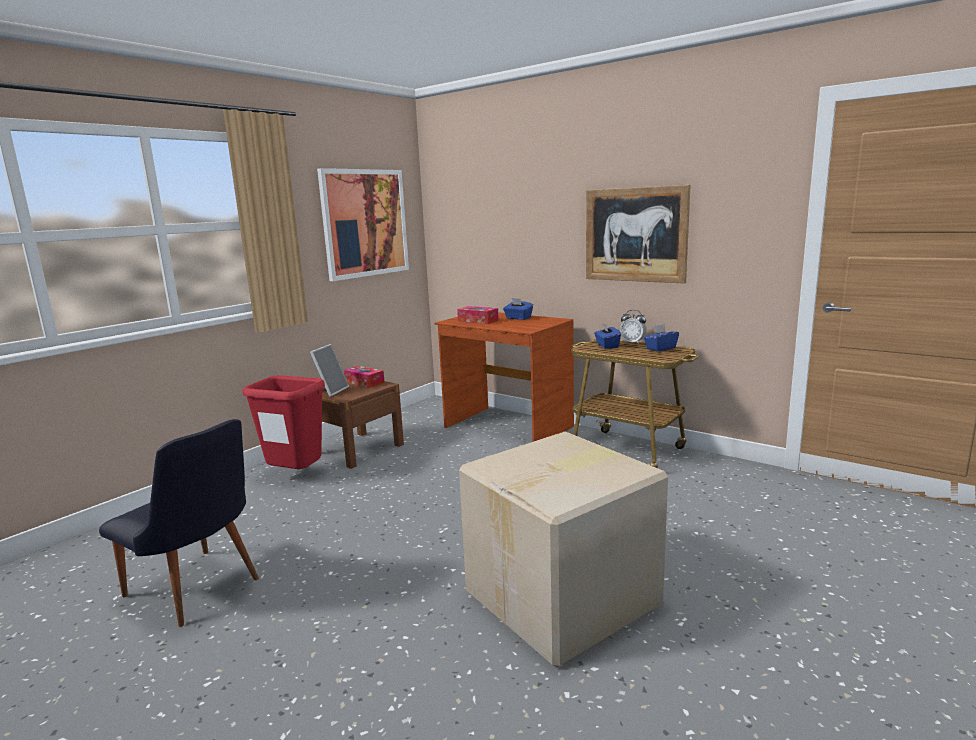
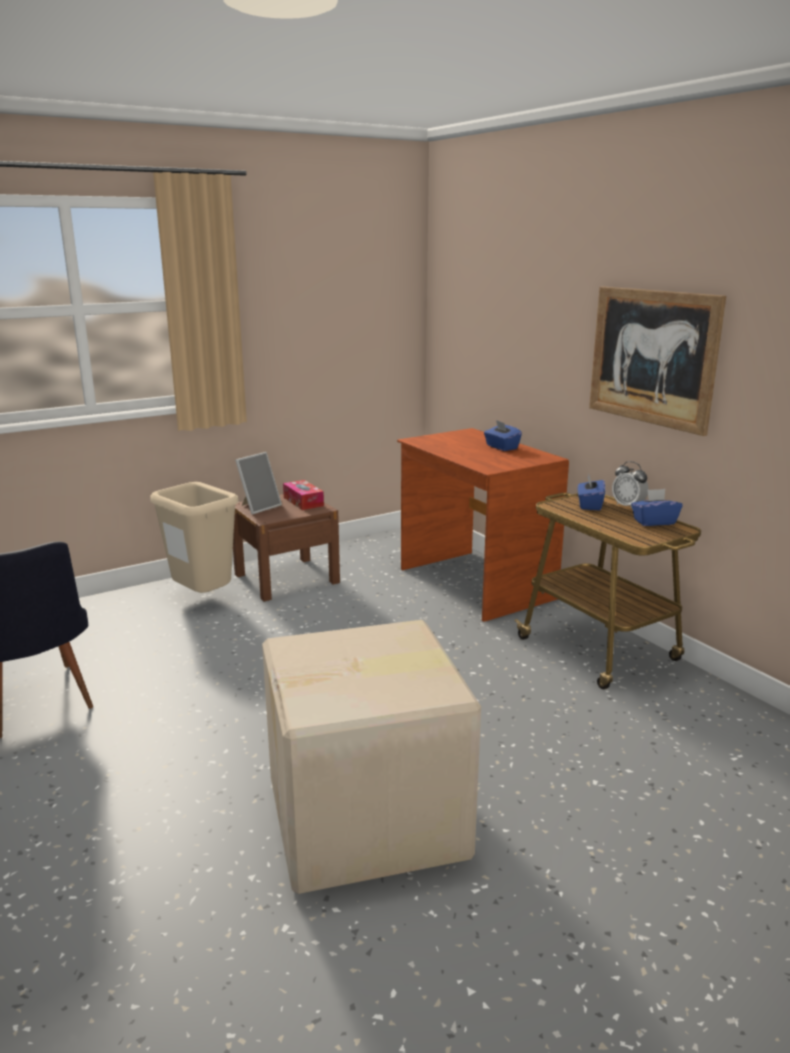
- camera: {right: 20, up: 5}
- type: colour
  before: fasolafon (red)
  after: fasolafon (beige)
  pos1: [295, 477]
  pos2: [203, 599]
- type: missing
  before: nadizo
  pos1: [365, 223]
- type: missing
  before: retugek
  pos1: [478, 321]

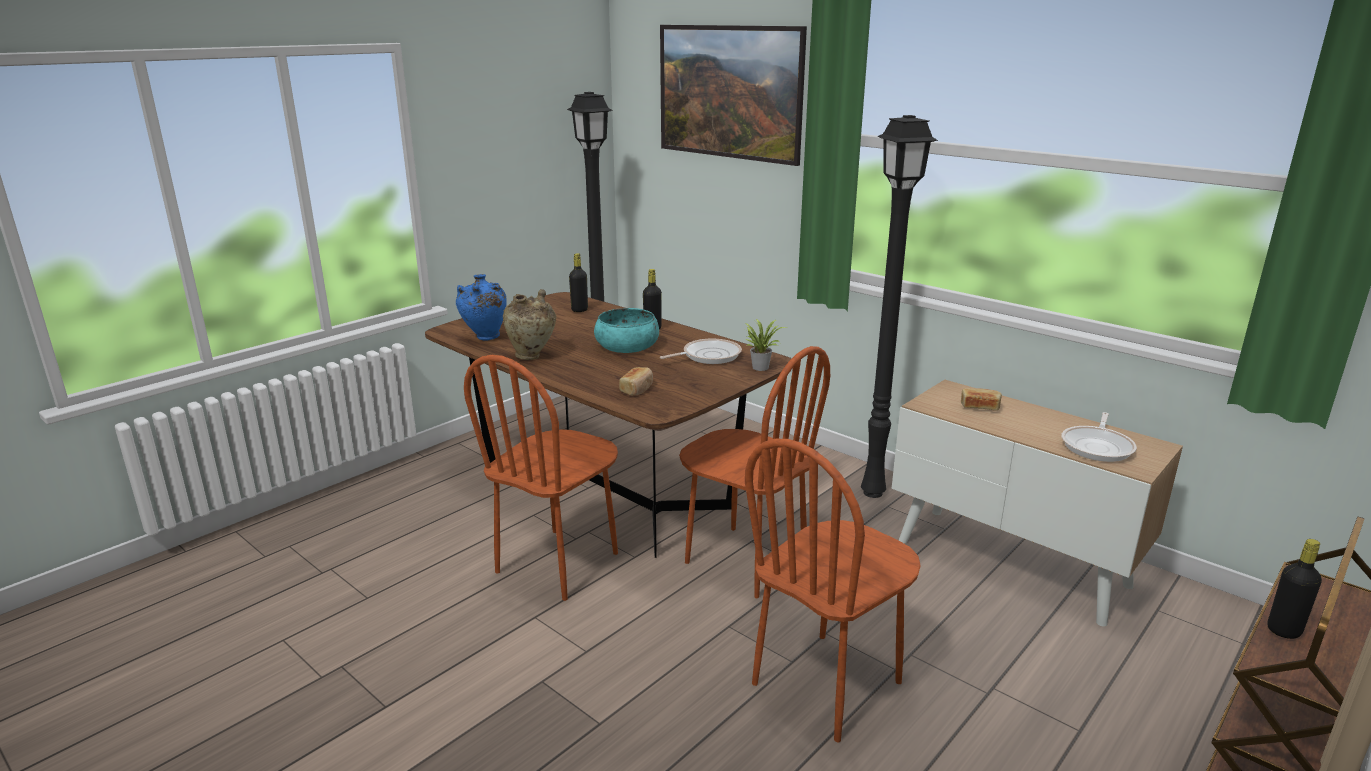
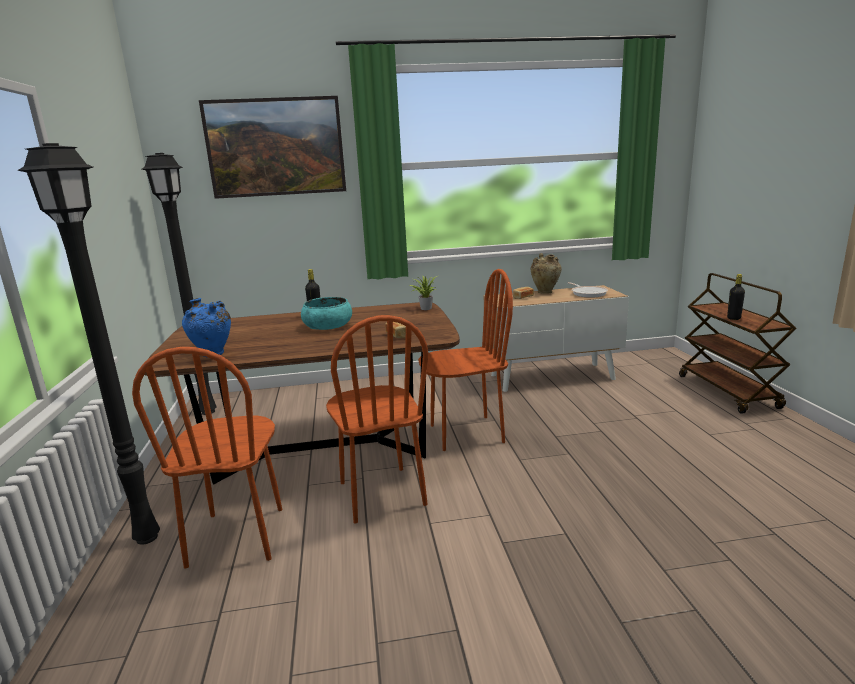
- camera: {right: -50, up: -5}
- type: relocated
  before: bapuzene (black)
  pos1: [875, 493]
  pos2: [149, 537]
- type: relocated
  before: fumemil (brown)
  pos1: [827, 684]
  pos2: [237, 536]
- type: relocated
  before: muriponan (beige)
  pos1: [532, 356]
  pos2: [545, 292]
- type: missing
  before: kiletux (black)
  pos1: [579, 310]
- type: missing
  before: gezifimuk
  pos1: [708, 356]

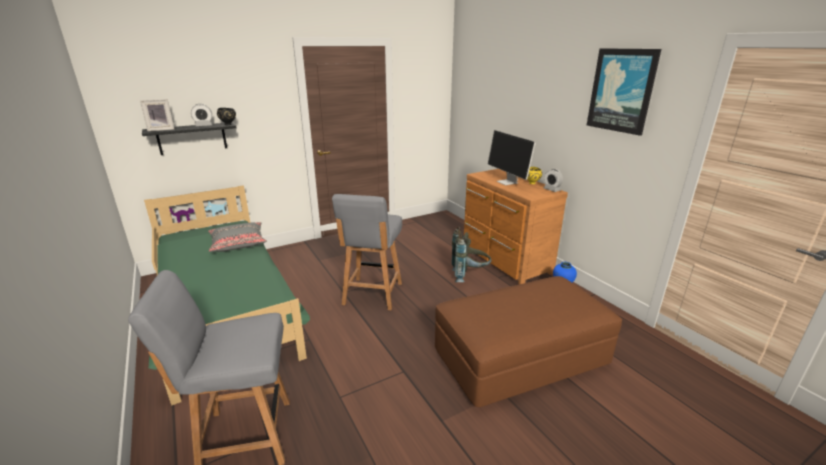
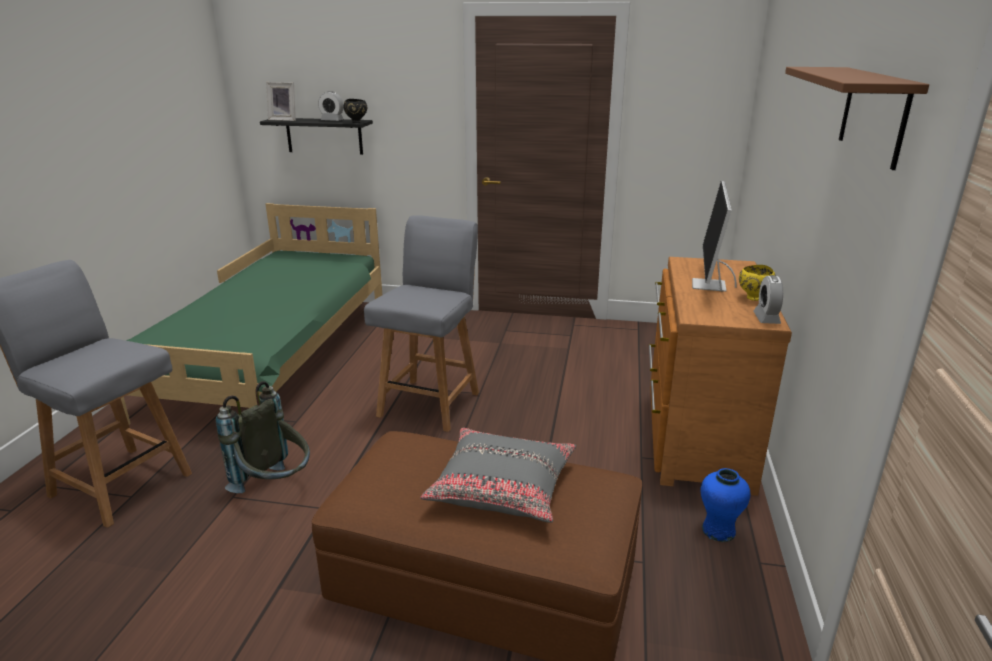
- camera: {right: 40, up: 0}
- type: relocated
  before: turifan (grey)
  pos1: [469, 276]
  pos2: [275, 488]
- type: spun
  before: fumemil (grey)
  pos1: [372, 294]
  pos2: [430, 403]
  turn: 150
- type: relocated
  before: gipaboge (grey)
  pos1: [238, 243]
  pos2: [502, 486]
- type: exchanged
  before: nadizo
  after: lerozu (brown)
  pos1: [621, 90]
  pos2: [873, 114]

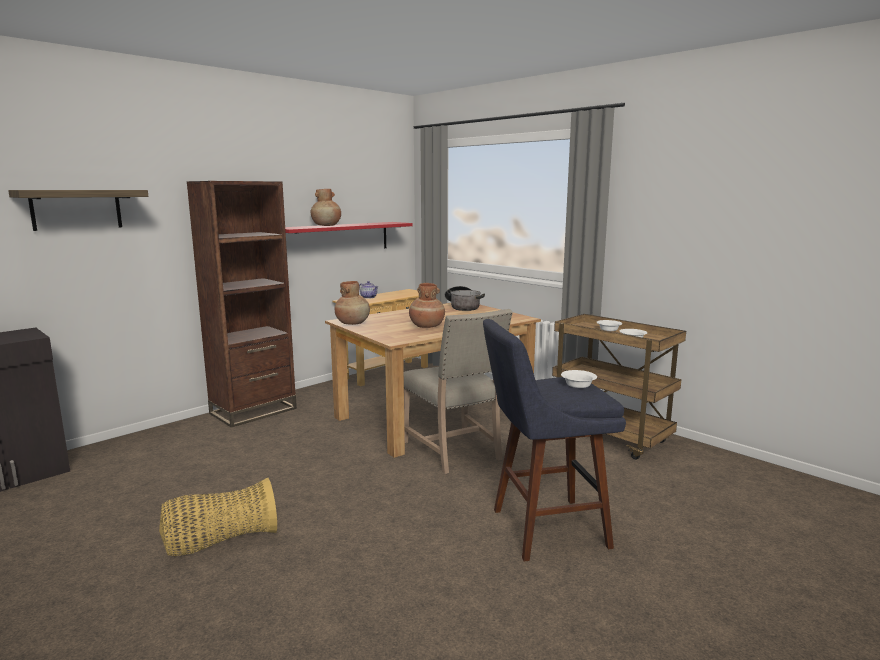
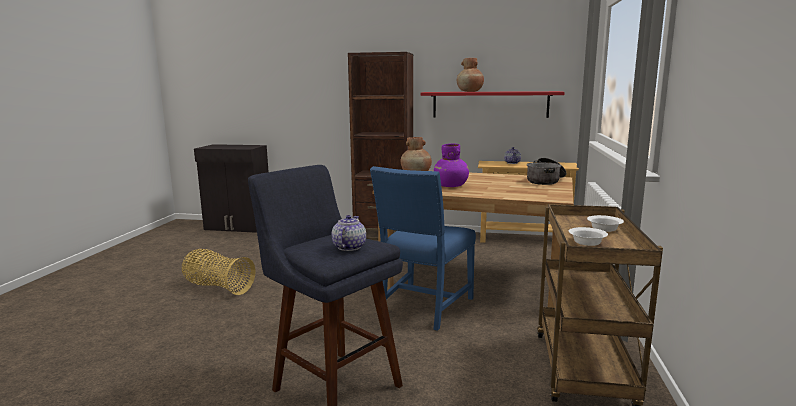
- camera: {right: 55, up: 0}
- type: exchanged
  before: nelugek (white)
  after: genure
  pos1: [578, 385]
  pos2: [348, 247]
- type: colour
  before: fumemil (beige)
  after: fumemil (blue)
  pos1: [454, 451]
  pos2: [423, 307]
- type: colour
  before: muriponan (brown)
  after: muriponan (purple)
  pos1: [426, 326]
  pos2: [451, 186]
- type: missing
  before: lerozu
  pos1: [76, 209]

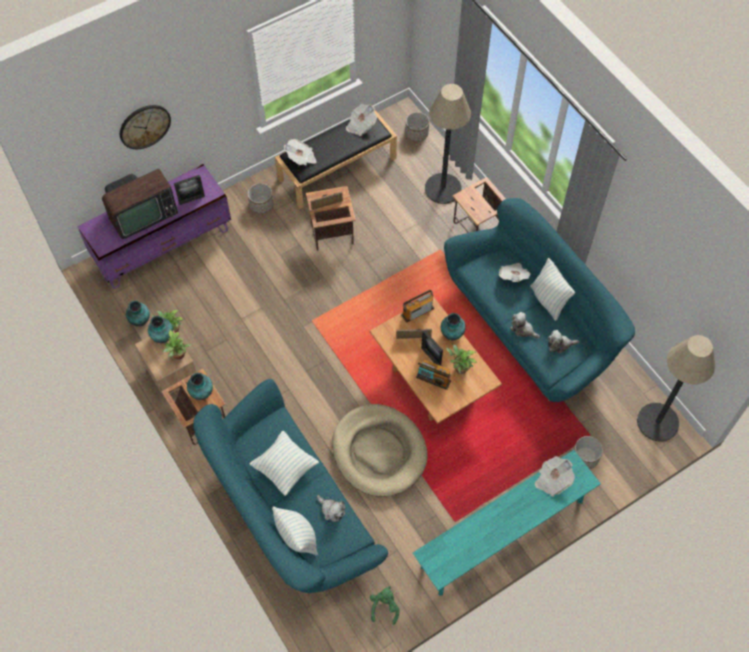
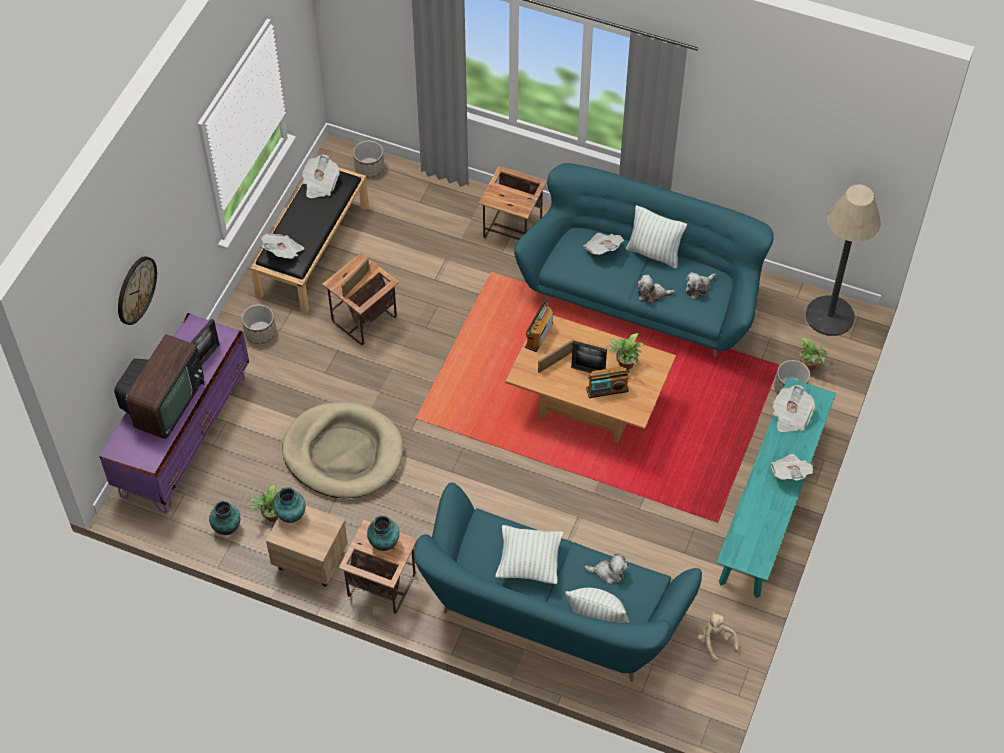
- camera: {right: -35, up: -5}
- type: relocated
  before: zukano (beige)
  pos1: [379, 451]
  pos2: [343, 453]
- type: colour
  before: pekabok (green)
  after: pekabok (beige)
  pos1: [384, 607]
  pos2: [715, 642]
- type: appeared
  after: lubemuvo
  pos2: [790, 473]
- type: relocated
  before: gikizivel
  pos1: [179, 356]
  pos2: [810, 366]
- type: missing
  before: bapuzene
  pos1: [442, 188]
- type: missing
  before: muriponan
  pos1: [451, 335]

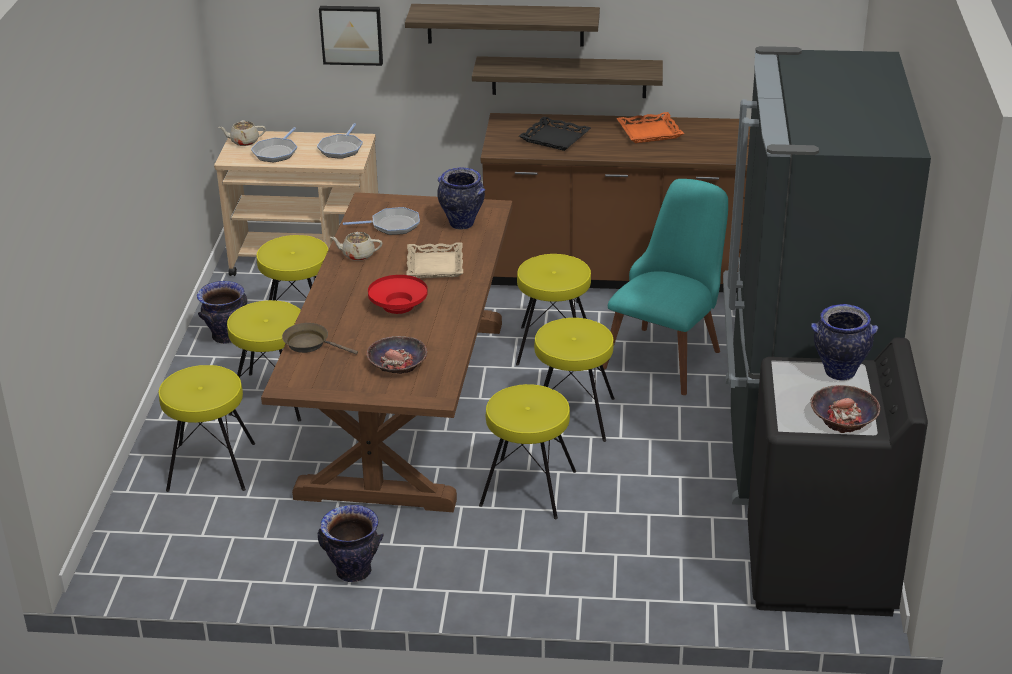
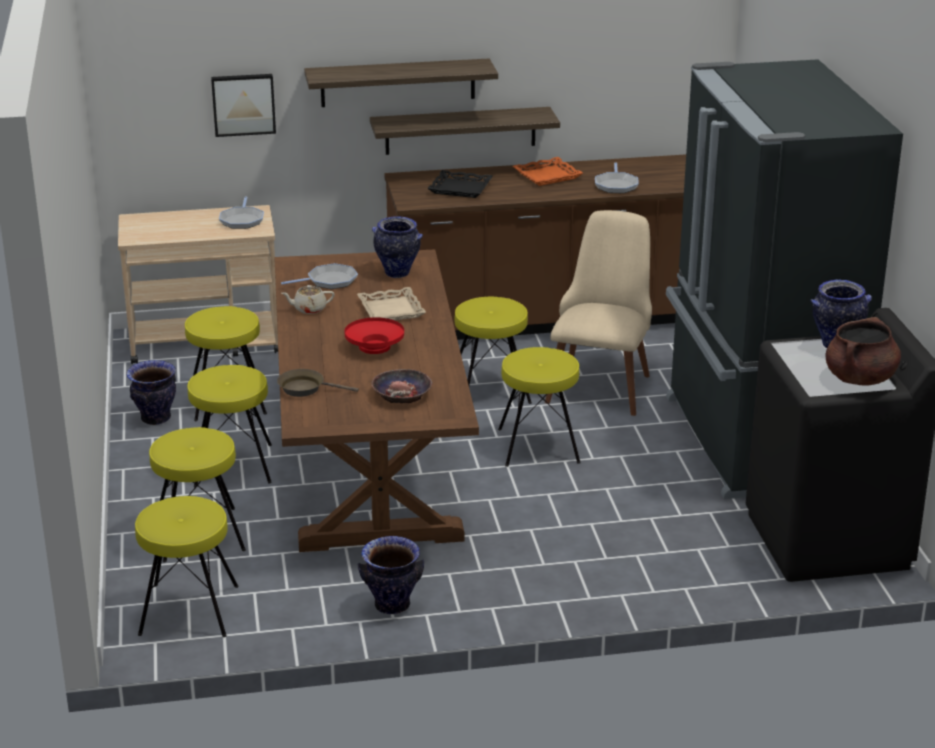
- camera: {right: -15, up: -5}
- type: relocated
  before: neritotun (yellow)
  pos1: [528, 488]
  pos2: [189, 610]
- type: colour
  before: fumemil (turquoise)
  after: fumemil (beige)
  pos1: [668, 352]
  pos2: [602, 382]
- type: relocated
  before: gezifimuk
  pos1: [276, 152]
  pos2: [616, 185]
- type: exchanged
  before: nelugek
  after: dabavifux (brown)
  pos1: [843, 417]
  pos2: [860, 379]
- type: missing
  before: genure (beige)
  pos1: [244, 141]

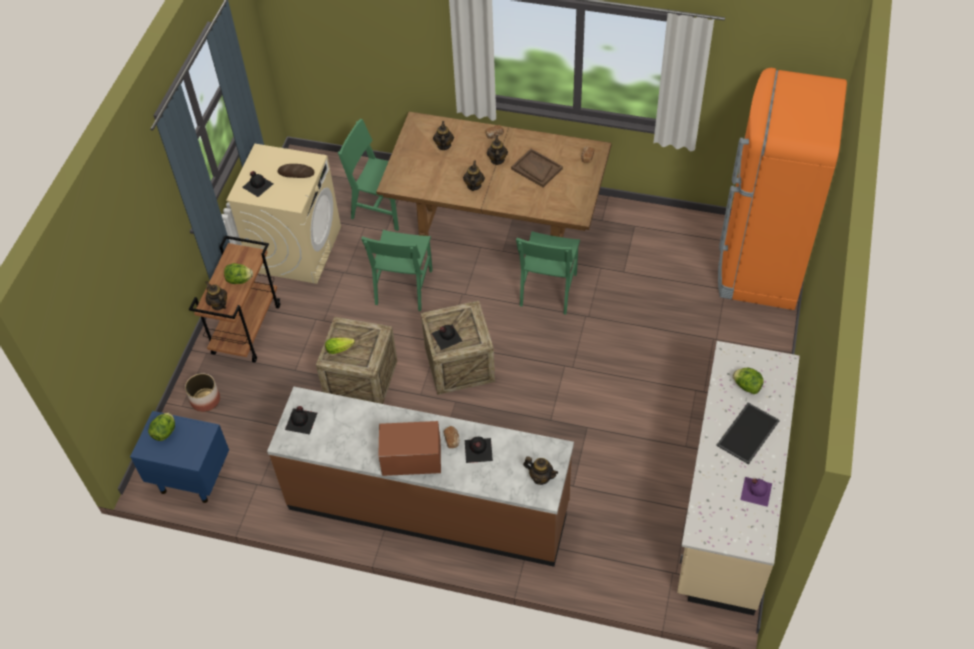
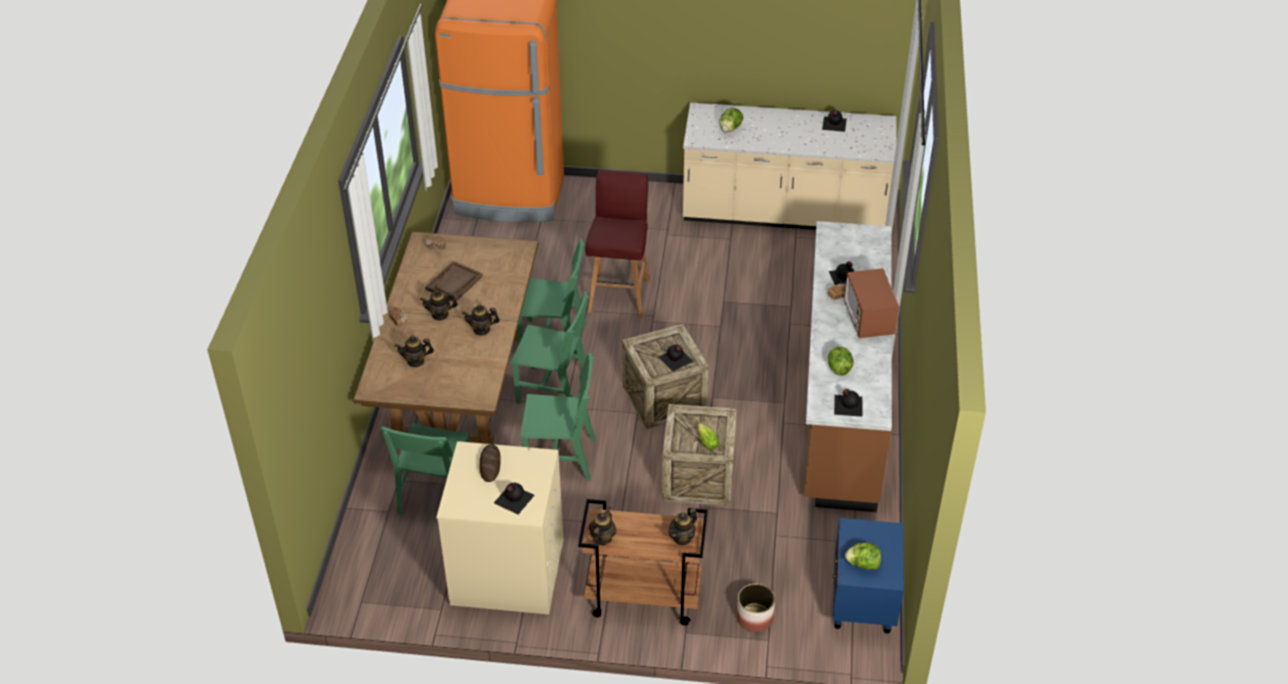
- camera: {right: -100, up: -10}
- type: appeared
  after: fumemil (green)
  pos2: [553, 390]
- type: appeared
  after: neritotun (red)
  pos2: [619, 294]
- type: relocated
  before: genure
  pos1: [540, 477]
  pos2: [602, 538]
- type: colour
  before: kiletux (purple)
  after: kiletux (black)
  pos1: [755, 491]
  pos2: [833, 124]
- type: relocated
  before: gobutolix
  pos1: [239, 280]
  pos2: [838, 368]
- type: missing
  before: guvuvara
  pos1: [747, 432]

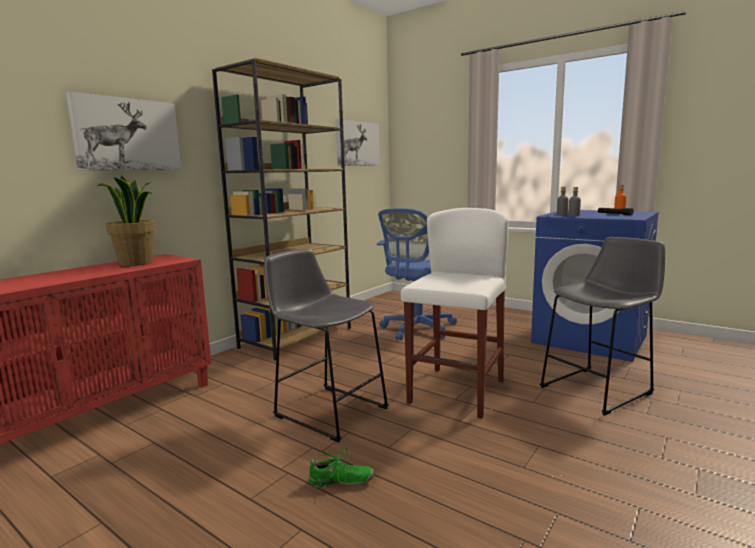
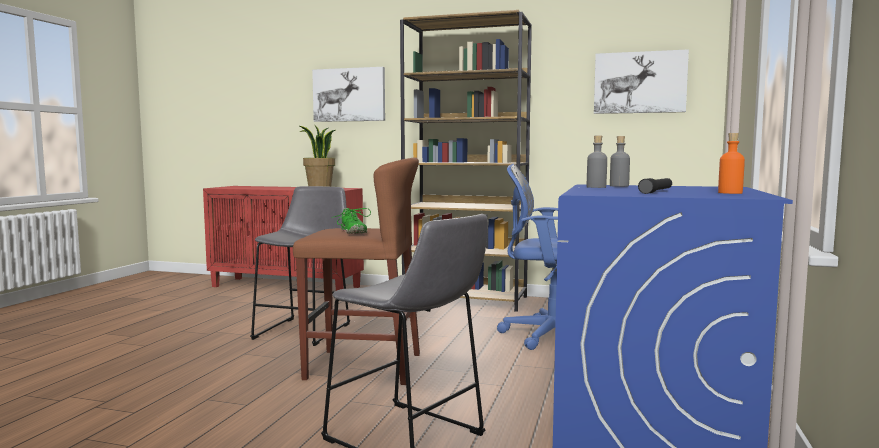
- camera: {right: 70, up: -5}
- type: colour
  before: neritotun (white)
  after: neritotun (brown)
  pos1: [456, 391]
  pos2: [363, 366]
- type: relocated
  before: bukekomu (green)
  pos1: [341, 482]
  pos2: [352, 232]

